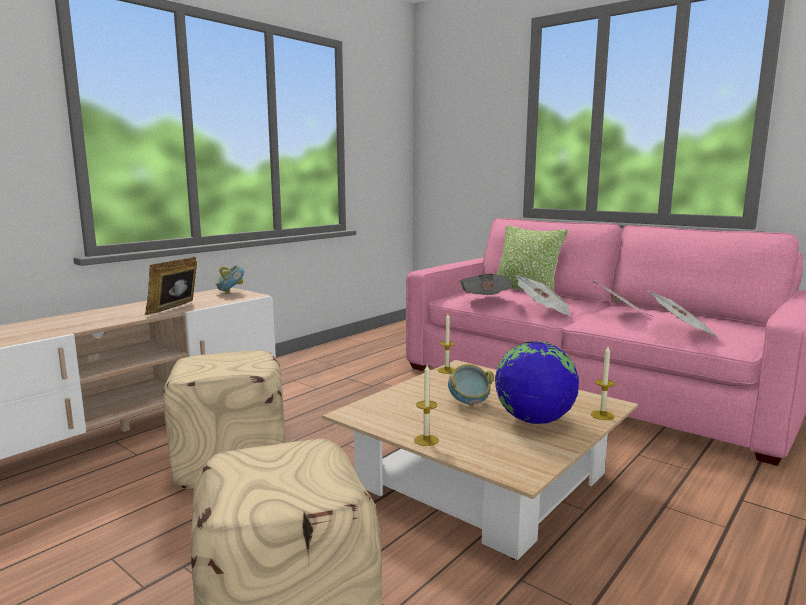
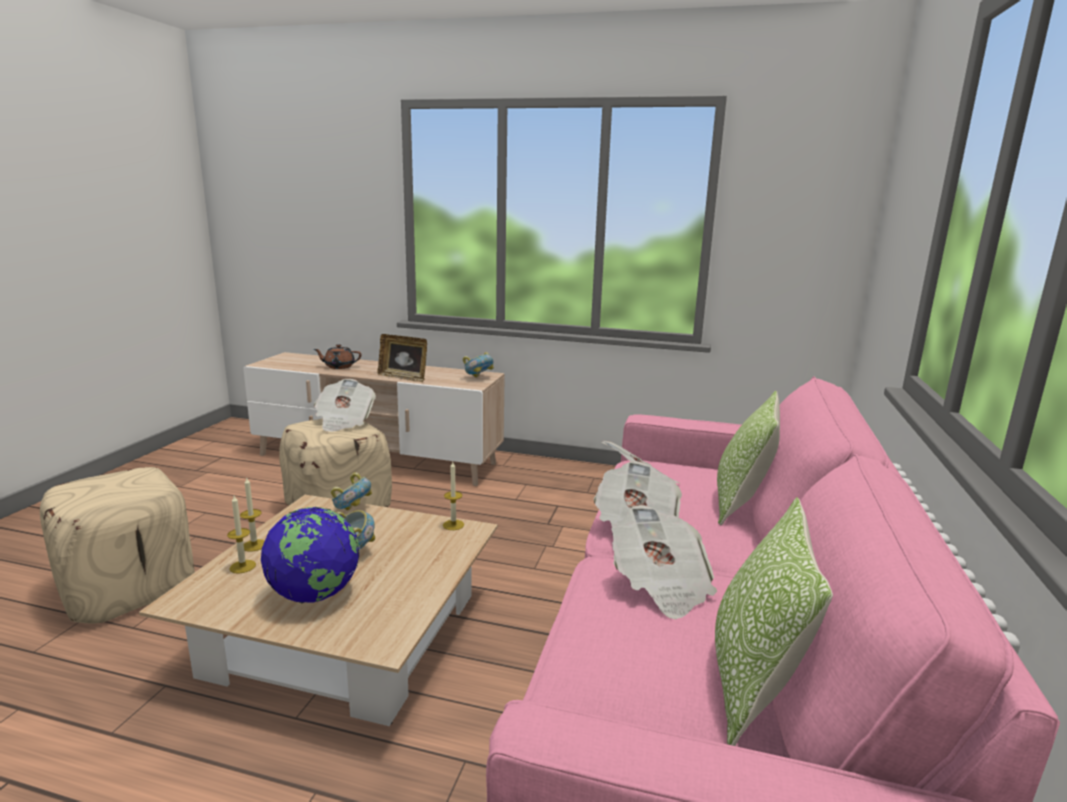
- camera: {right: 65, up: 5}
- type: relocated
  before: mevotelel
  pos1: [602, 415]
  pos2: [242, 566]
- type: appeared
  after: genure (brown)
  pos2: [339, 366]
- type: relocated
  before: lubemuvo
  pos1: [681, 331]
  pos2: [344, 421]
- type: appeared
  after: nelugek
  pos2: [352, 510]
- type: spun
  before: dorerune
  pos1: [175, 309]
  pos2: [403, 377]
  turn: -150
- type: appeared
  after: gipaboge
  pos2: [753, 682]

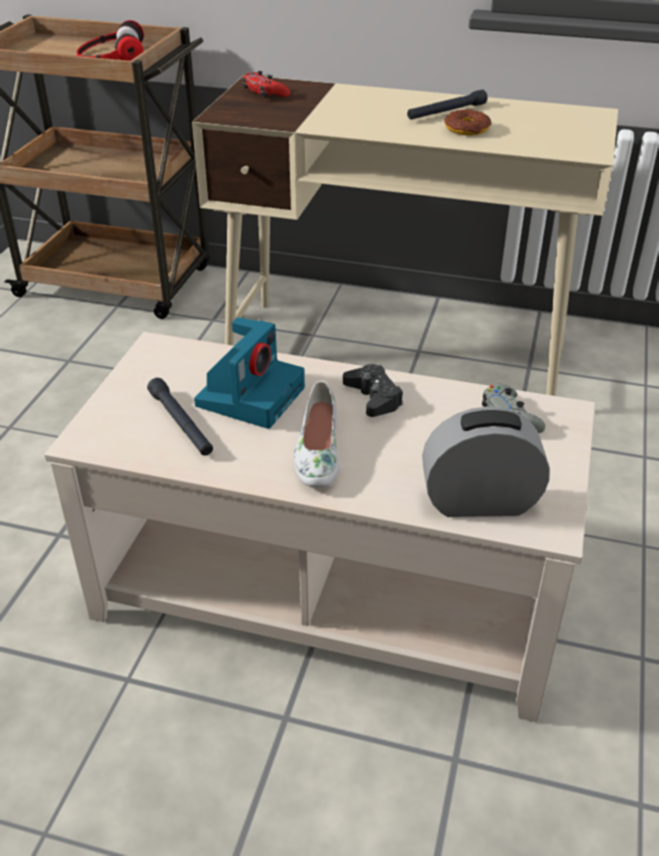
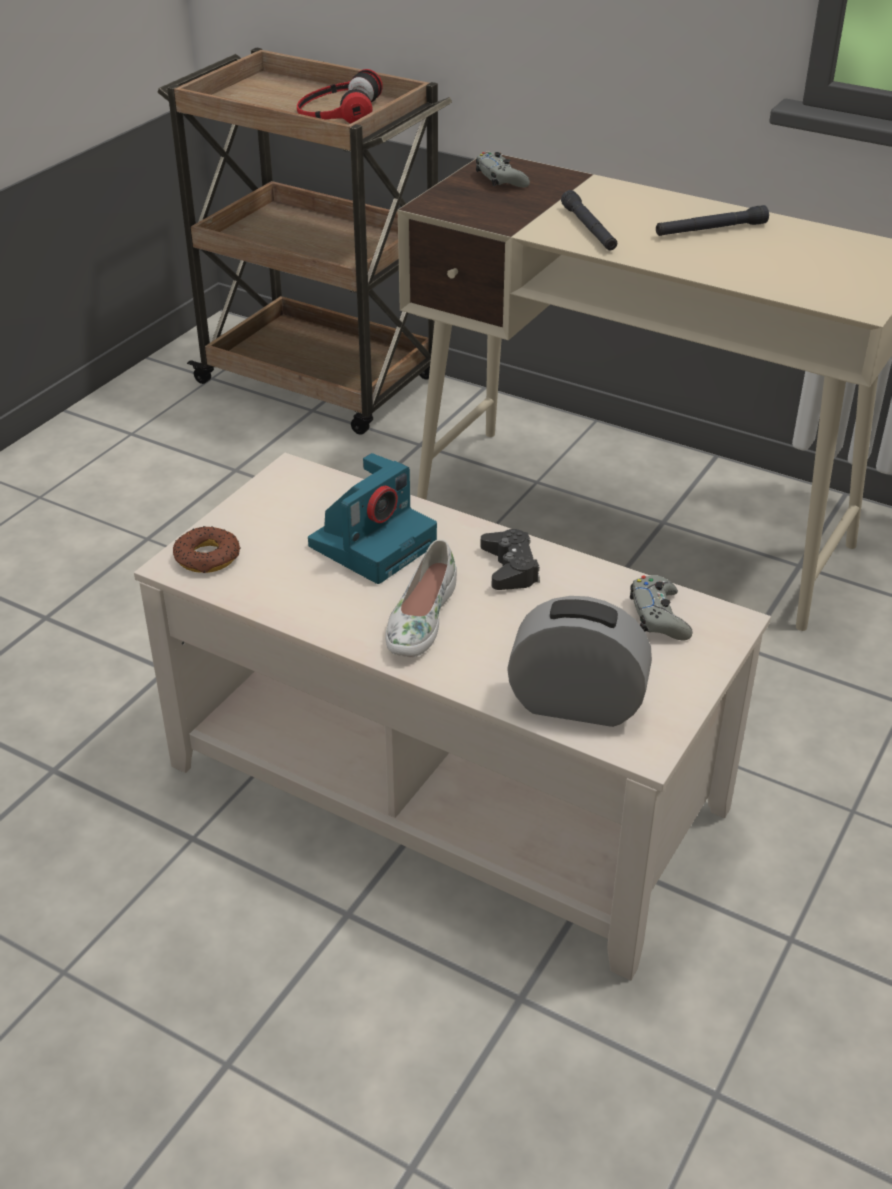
- camera: {right: 15, up: 0}
- type: relocated
  before: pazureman
  pos1: [467, 129]
  pos2: [207, 557]
- type: colour
  before: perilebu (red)
  after: perilebu (grey)
  pos1: [265, 92]
  pos2: [501, 179]
- type: relocated
  before: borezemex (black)
  pos1: [181, 424]
  pos2: [589, 229]

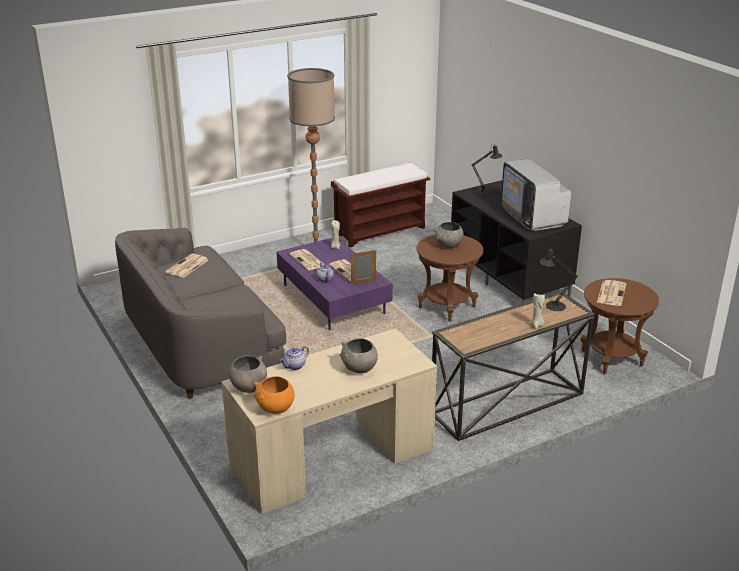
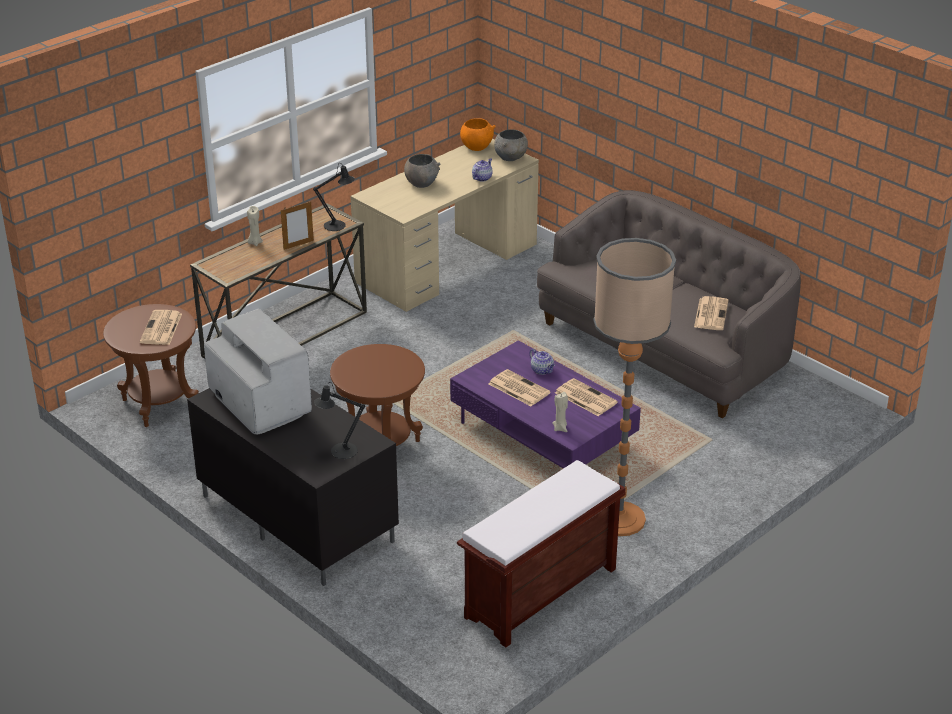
- camera: {right: 165, up: 5}
- type: relocated
  before: dorerune
  pos1: [363, 282]
  pos2: [298, 245]
- type: relocated
  before: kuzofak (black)
  pos1: [552, 305]
  pos2: [338, 226]
- type: missing
  before: nelugek (grey)
  pos1: [448, 246]

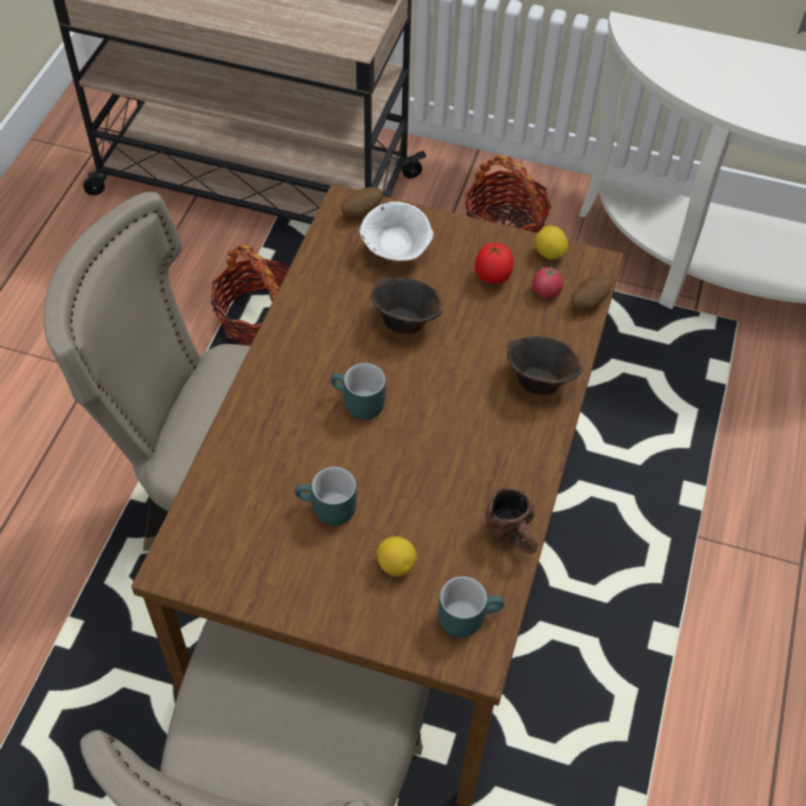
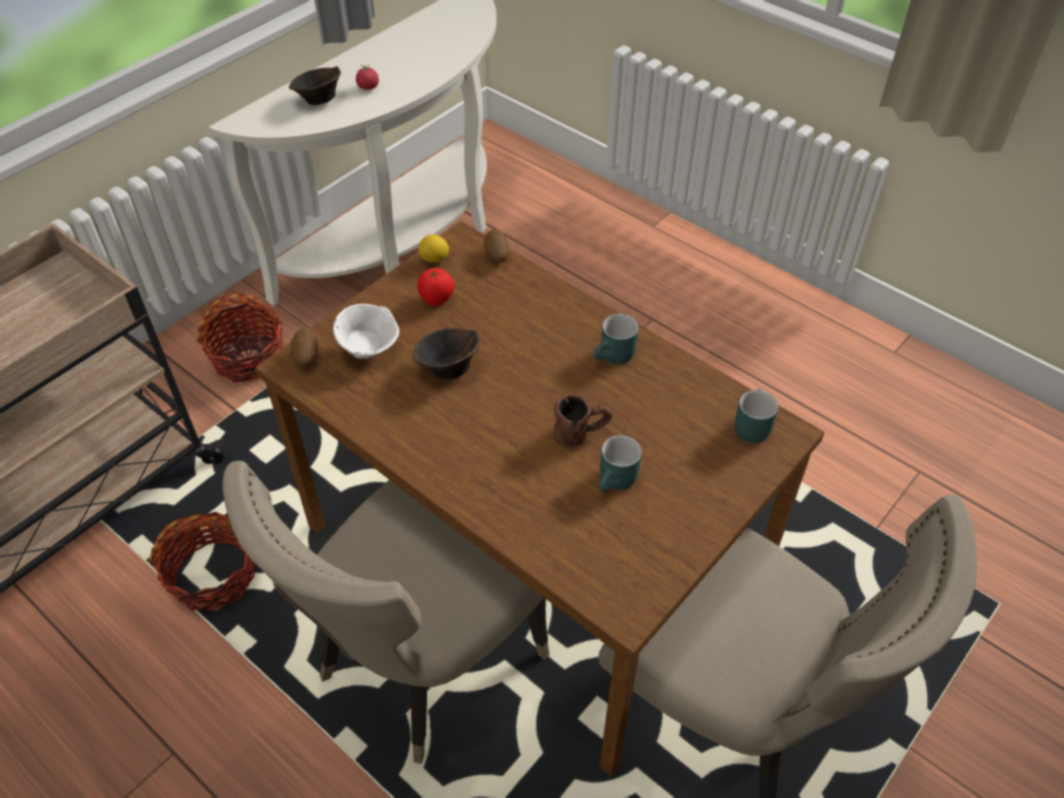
- camera: {right: -65, up: -5}
- type: relocated
  before: nelugek (brown)
  pos1: [538, 380]
  pos2: [318, 100]
- type: relocated
  before: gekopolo
  pos1: [546, 291]
  pos2: [368, 87]
- type: relocated
  before: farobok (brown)
  pos1: [513, 538]
  pos2: [582, 433]
- type: relocated
  before: farobok (turquoise)
  pos1: [357, 405]
  pos2: [615, 357]
- type: missing
  before: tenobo
  pos1: [396, 565]

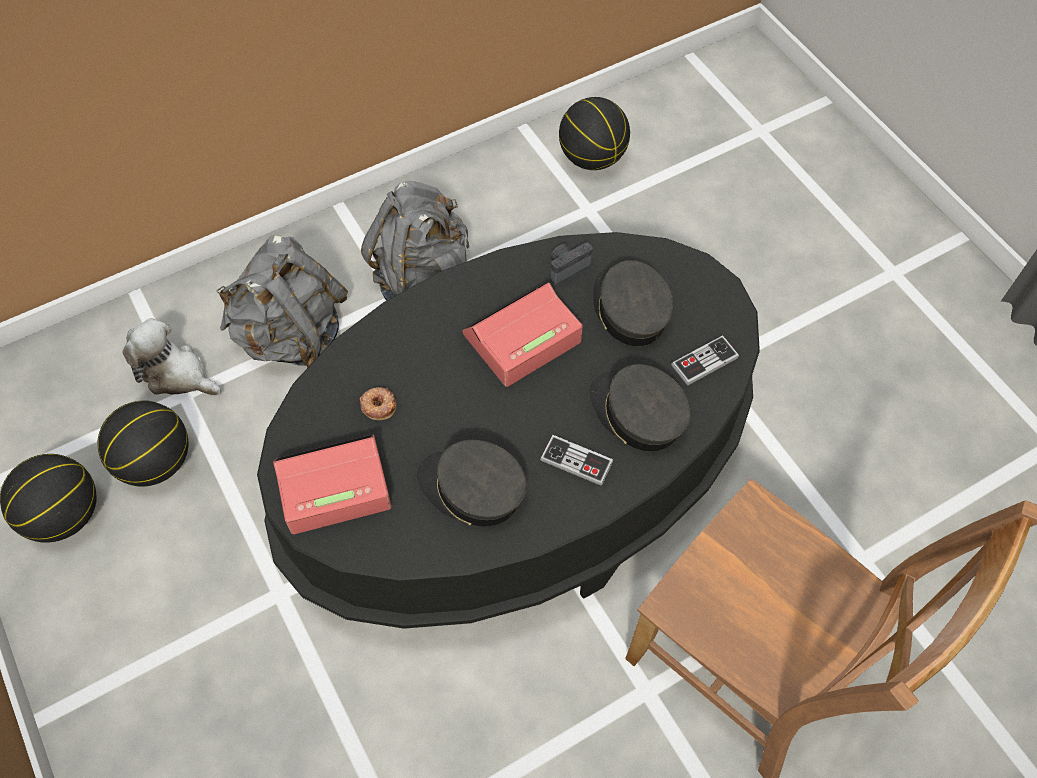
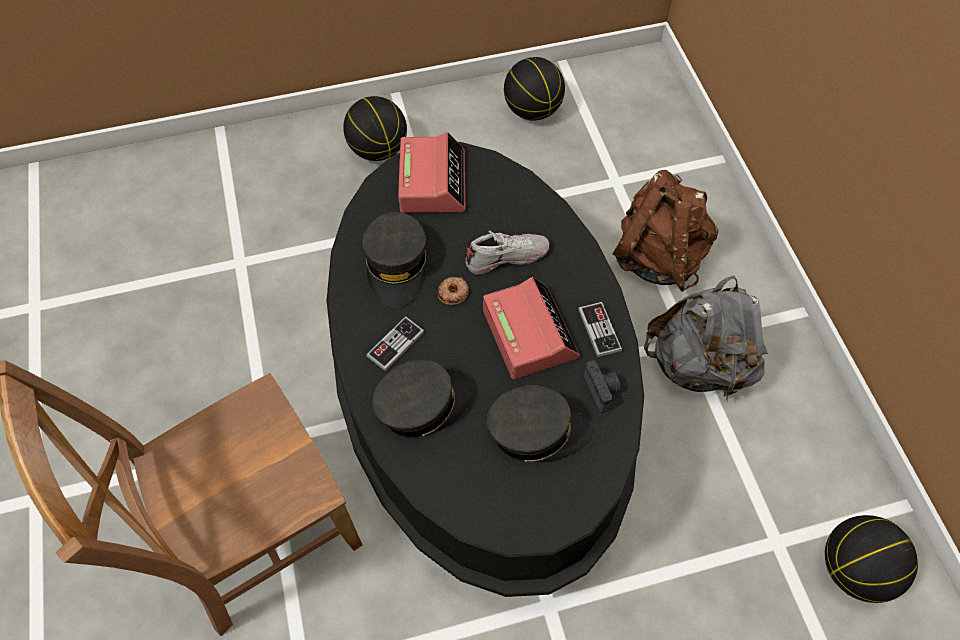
- camera: {right: 105, up: 0}
- type: relocated
  before: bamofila
  pos1: [155, 462]
  pos2: [378, 149]
- type: spun
  before: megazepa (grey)
  pos1: [472, 490]
  pos2: [397, 266]
  turn: 135
- type: relocated
  before: pazureman
  pos1: [378, 405]
  pos2: [453, 293]
- type: appeared
  after: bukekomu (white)
  pos2: [506, 256]
- type: relocated
  before: perilebu
  pos1: [704, 361]
  pos2: [599, 330]
- type: colour
  before: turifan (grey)
  after: turifan (brown)
  pos1: [293, 336]
  pos2: [657, 257]
- type: missing
  before: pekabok
  pos1: [176, 374]

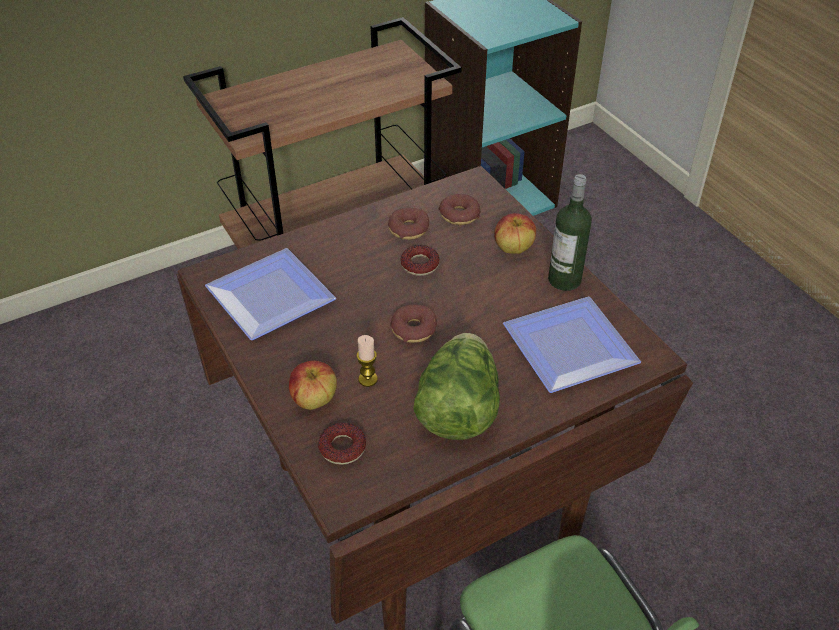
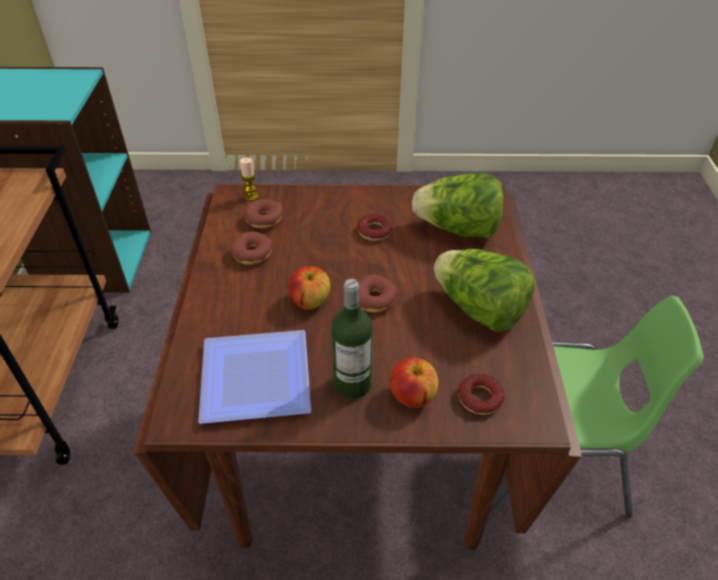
- camera: {right: -60, up: 0}
- type: relocated
  before: mevotelel
  pos1: [368, 379]
  pos2: [251, 196]
- type: relocated
  before: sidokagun
  pos1: [513, 248]
  pos2: [310, 301]
- type: relocated
  before: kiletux
  pos1: [564, 280]
  pos2: [352, 384]
- type: relocated
  before: pazureman
  pos1: [420, 264]
  pos2: [374, 231]
- type: exchanged
  before: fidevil
  after: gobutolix
  pos1: [568, 351]
  pos2: [458, 229]

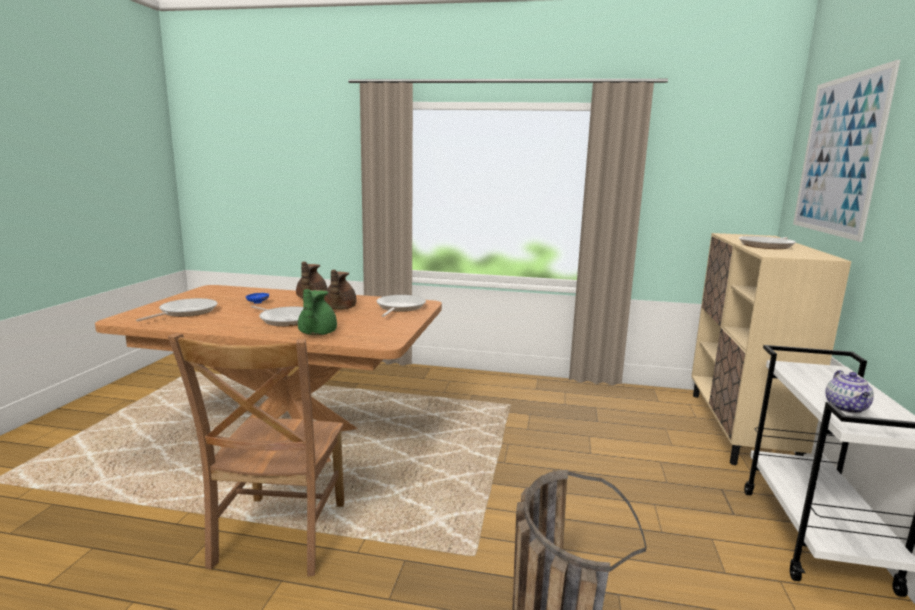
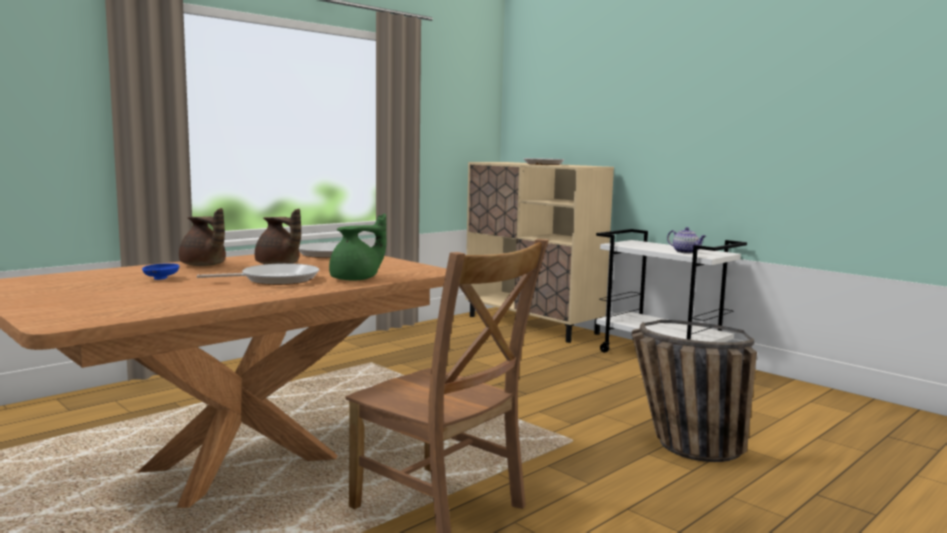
- camera: {right: -55, up: -5}
- type: spun
  before: genure (green)
  pos1: [316, 333]
  pos2: [356, 279]
  turn: -75
- type: missing
  before: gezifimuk
  pos1: [185, 312]
- type: missing
  before: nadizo
  pos1: [838, 155]

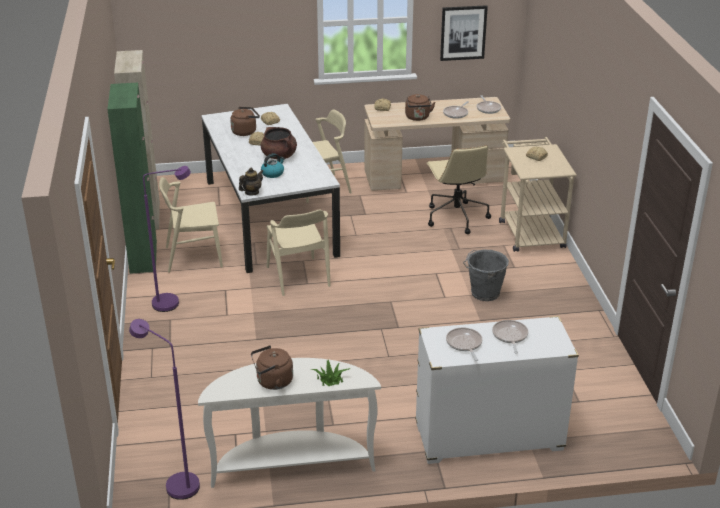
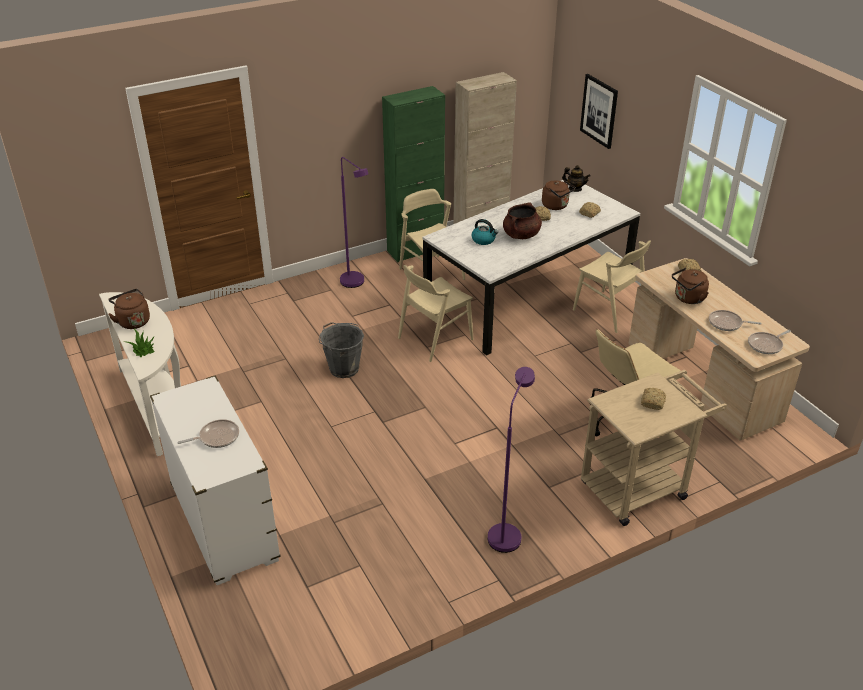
- camera: {right: 70, up: 5}
- type: relocated
  before: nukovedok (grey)
  pos1: [484, 293]
  pos2: [343, 368]
- type: relocated
  before: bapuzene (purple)
  pos1: [176, 483]
  pos2: [506, 532]
- type: relocated
  before: genure
  pos1: [251, 192]
  pos2: [575, 189]
- type: relocated
  before: nadizo
  pos1: [463, 32]
  pos2: [599, 111]
- type: missing
  before: gezifimuk
  pos1: [464, 344]

